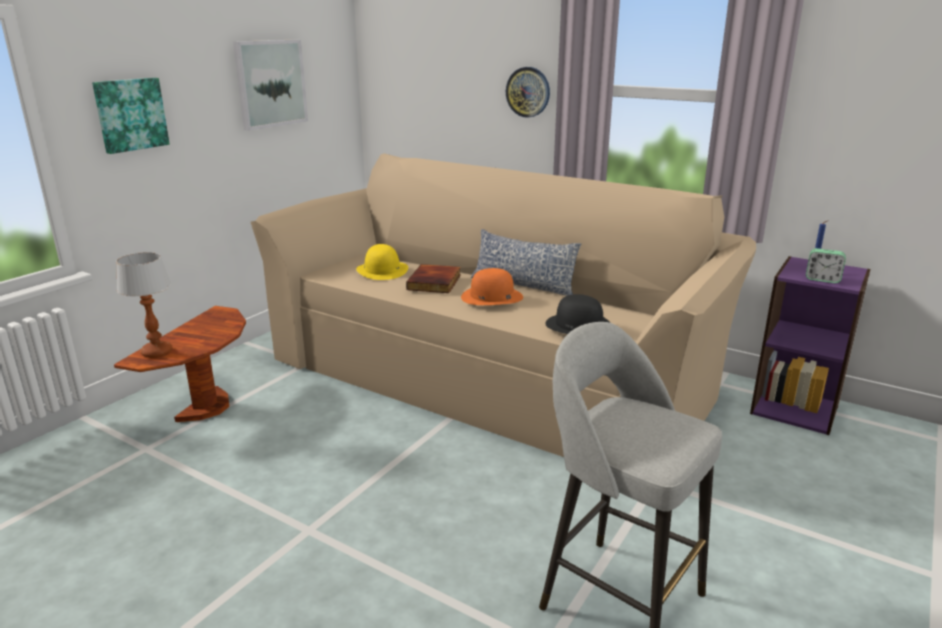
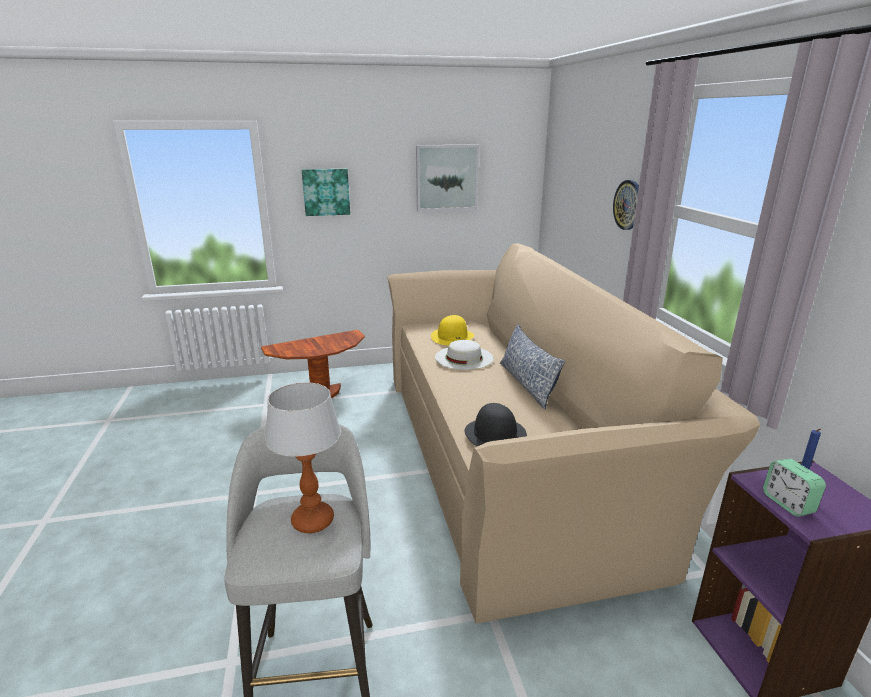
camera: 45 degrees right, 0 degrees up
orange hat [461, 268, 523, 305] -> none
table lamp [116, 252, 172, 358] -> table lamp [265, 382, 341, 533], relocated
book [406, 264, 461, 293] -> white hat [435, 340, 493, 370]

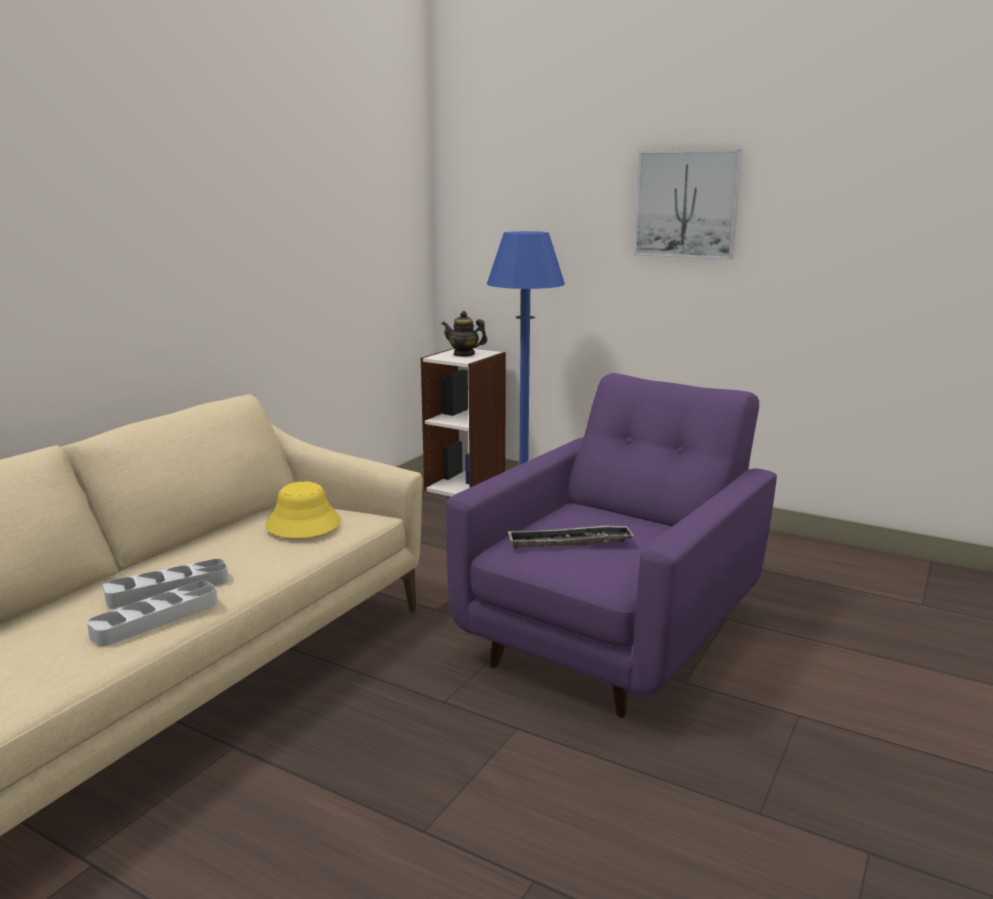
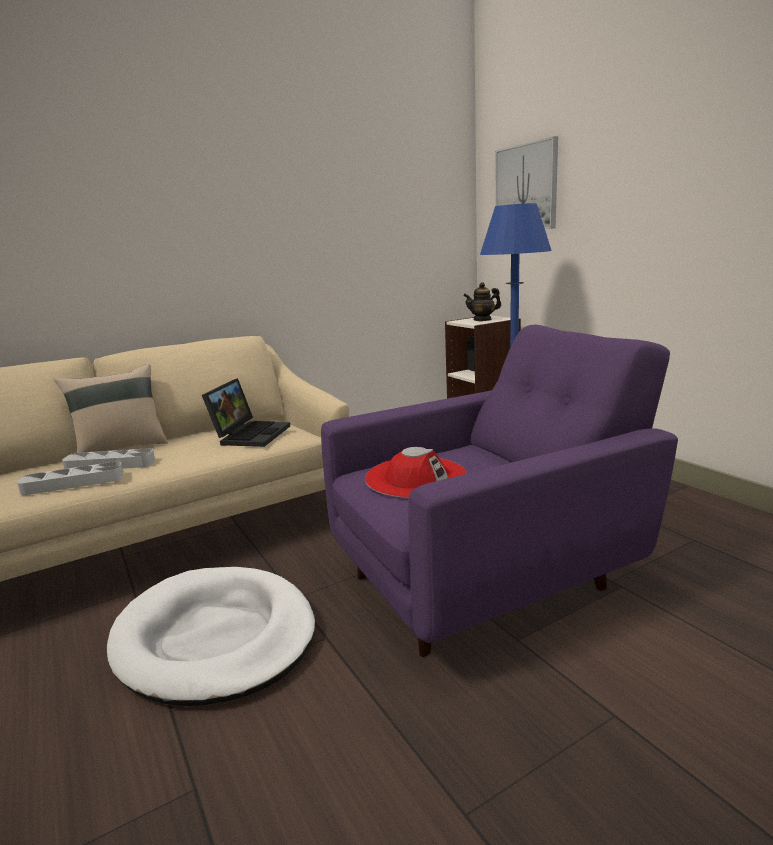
camera: 30 degrees right, 0 degrees up
none -> beige pillow [54, 364, 168, 453]
none -> white dog bed [107, 567, 315, 706]
picture [634, 149, 742, 259] -> picture [495, 136, 558, 229], relocated
yellow hat [265, 481, 341, 538] -> laptop [202, 378, 290, 447]
tray [508, 525, 634, 549] -> red hat [365, 447, 467, 498]
teapot [442, 311, 488, 357] -> teapot [463, 282, 501, 321], 60 degrees counterclockwise

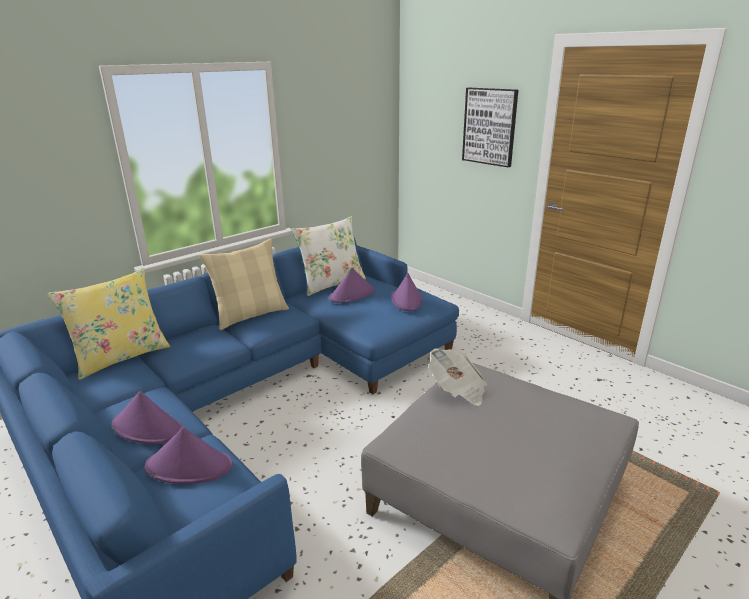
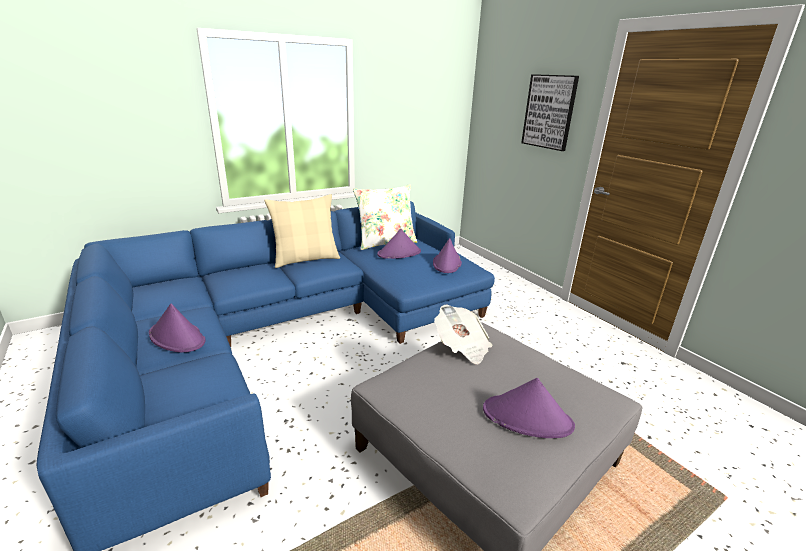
camera: 10 degrees right, 0 degrees up
yellow pillow [48, 268, 170, 380] -> none
purple hat [145, 427, 233, 484] -> purple hat [483, 378, 575, 438], relocated

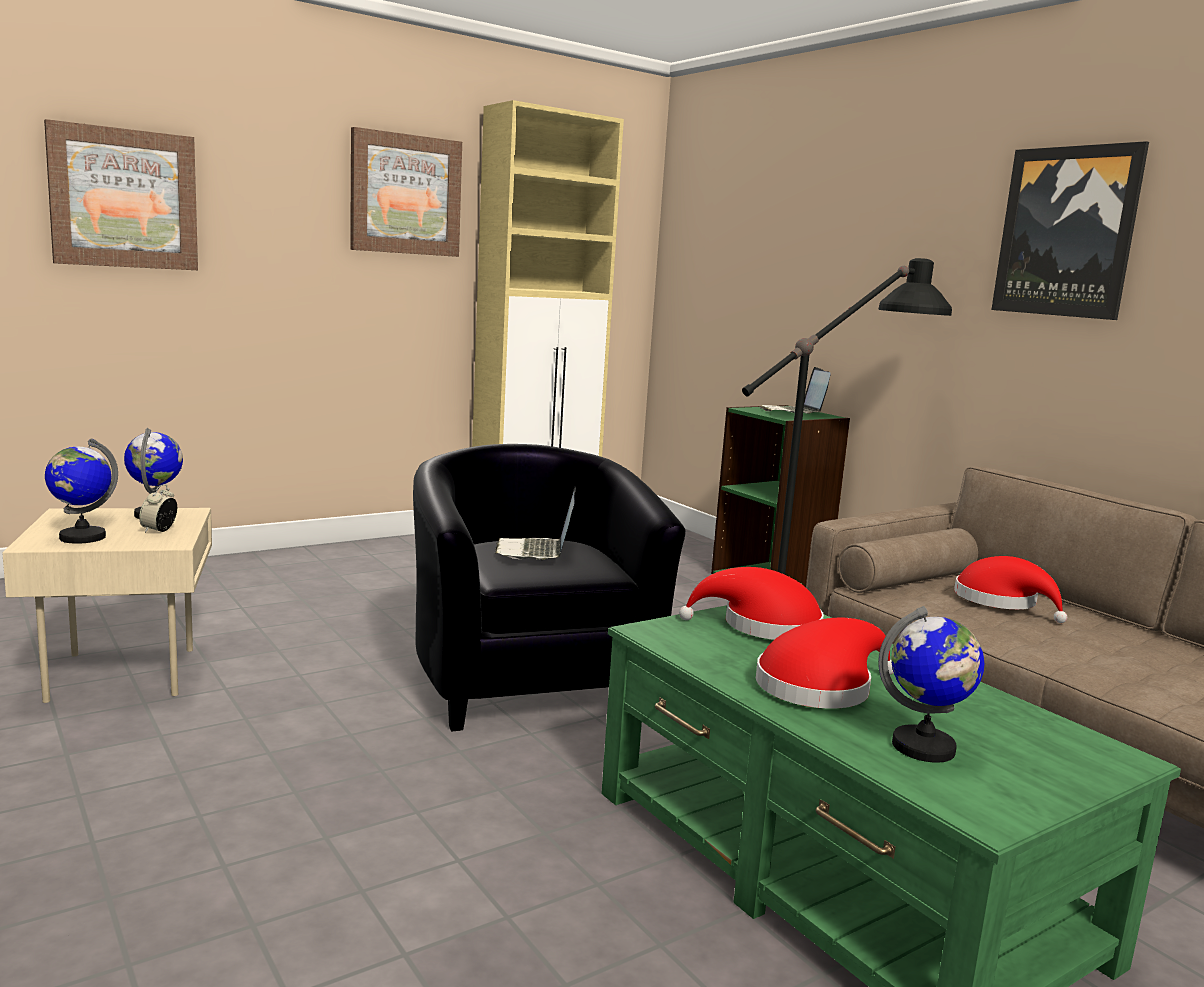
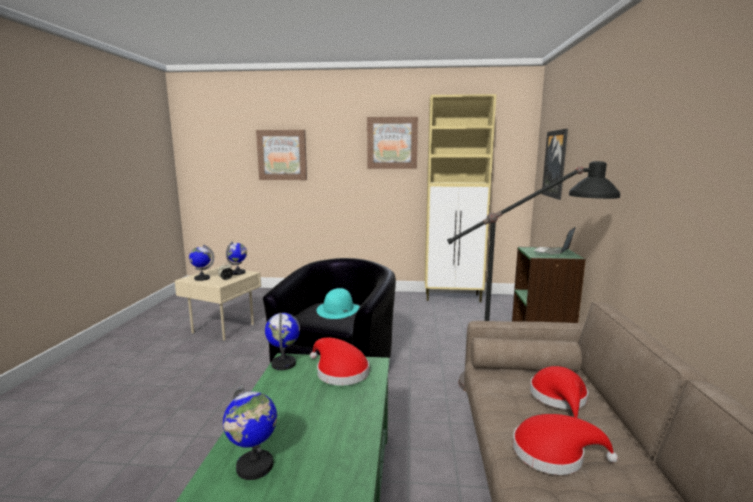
camera: 40 degrees right, 0 degrees up
none -> globe [265, 313, 300, 370]
red hat [756, 618, 894, 709] -> red hat [513, 414, 618, 475], relocated
picture [991, 141, 1149, 320] -> picture [542, 129, 568, 200], relocated
laptop [495, 487, 576, 560] -> turquoise hat [317, 288, 360, 319]

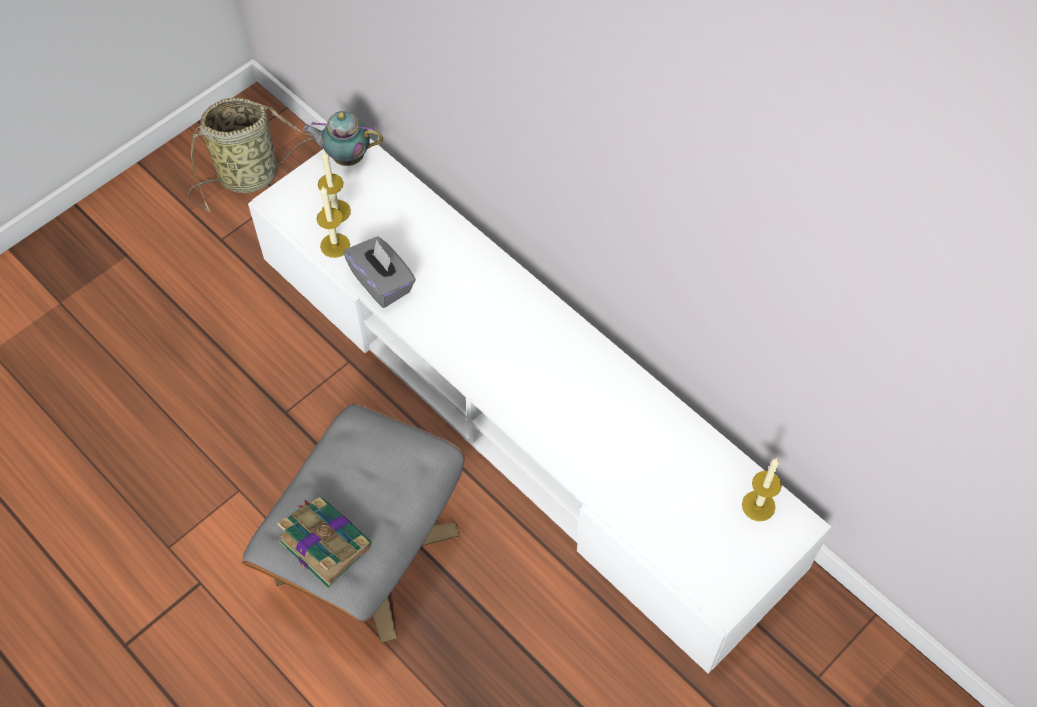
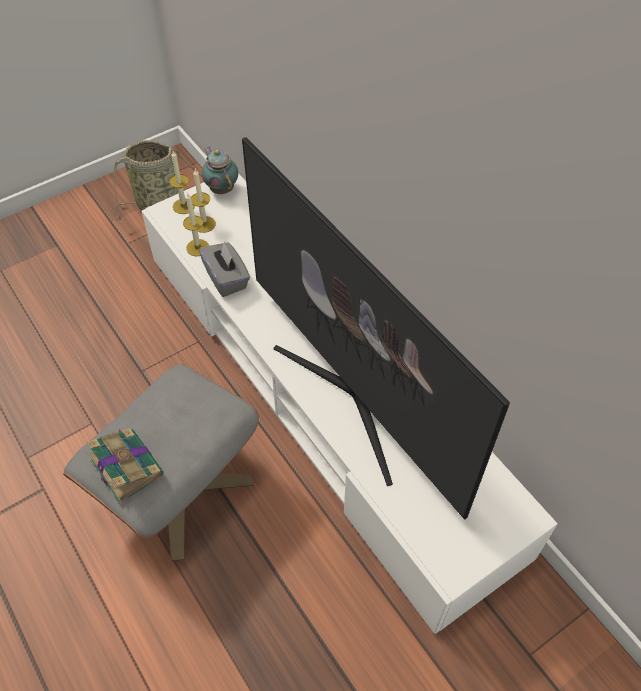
camera: 10 degrees right, 5 degrees down
none -> television [242, 137, 510, 520]
candle [742, 458, 782, 521] -> candle [169, 151, 195, 214], relocated
teapot [303, 111, 383, 166] -> teapot [202, 146, 238, 194], 45 degrees clockwise

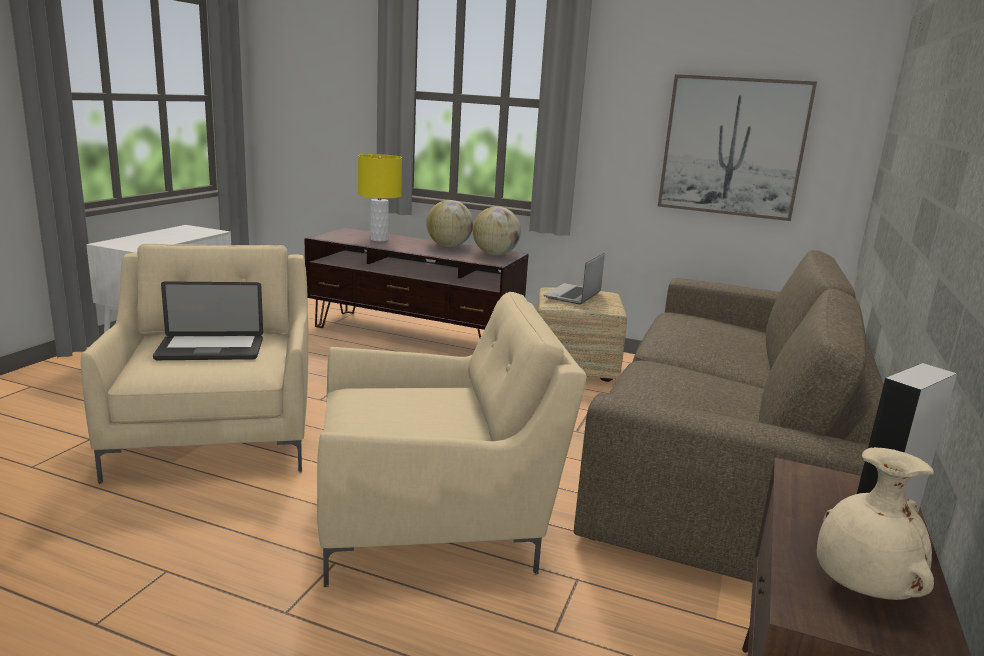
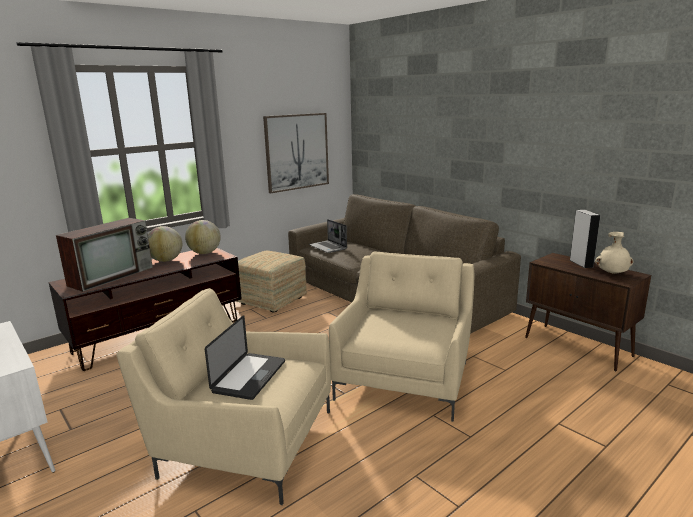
camera: 60 degrees left, 0 degrees up
laptop [544, 253, 605, 305] -> laptop [309, 219, 347, 253], relocated
yellow table lamp [358, 154, 402, 241] -> television [56, 218, 153, 292]

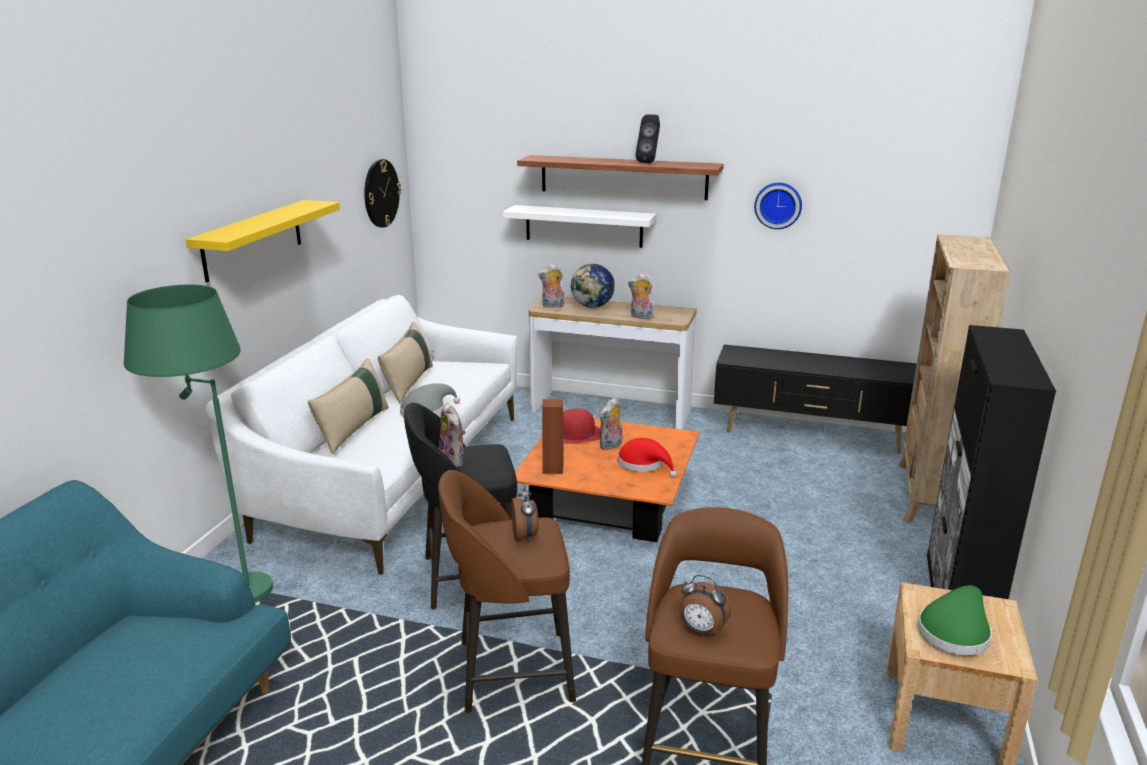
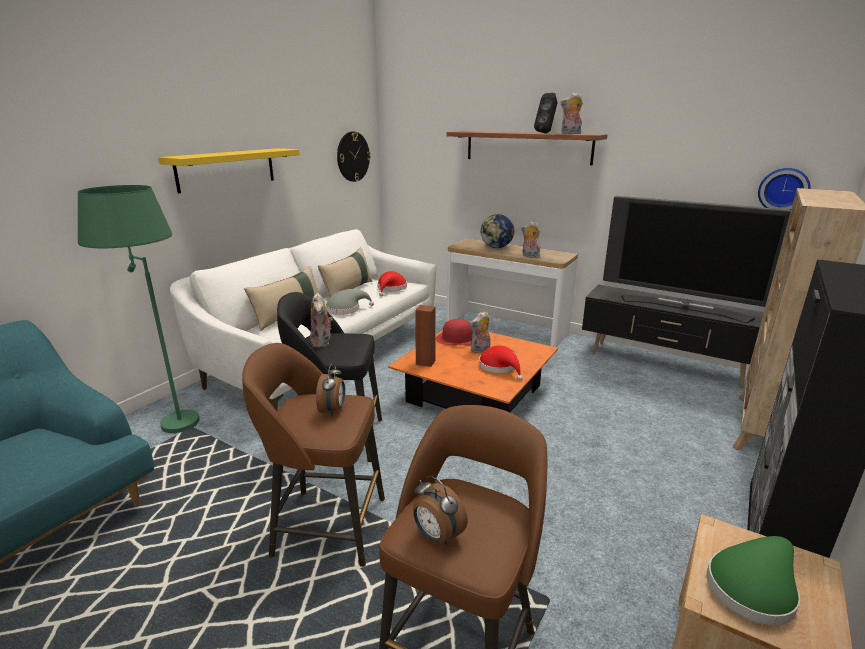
camera: 15 degrees right, 0 degrees up
white shelf [503, 205, 657, 248] -> none
none -> red hat [377, 271, 407, 297]
none -> television [603, 196, 791, 323]
plush toy [538, 264, 564, 308] -> plush toy [560, 92, 583, 134], relocated
wall clock [754, 183, 802, 229] -> wall clock [758, 168, 811, 210], relocated

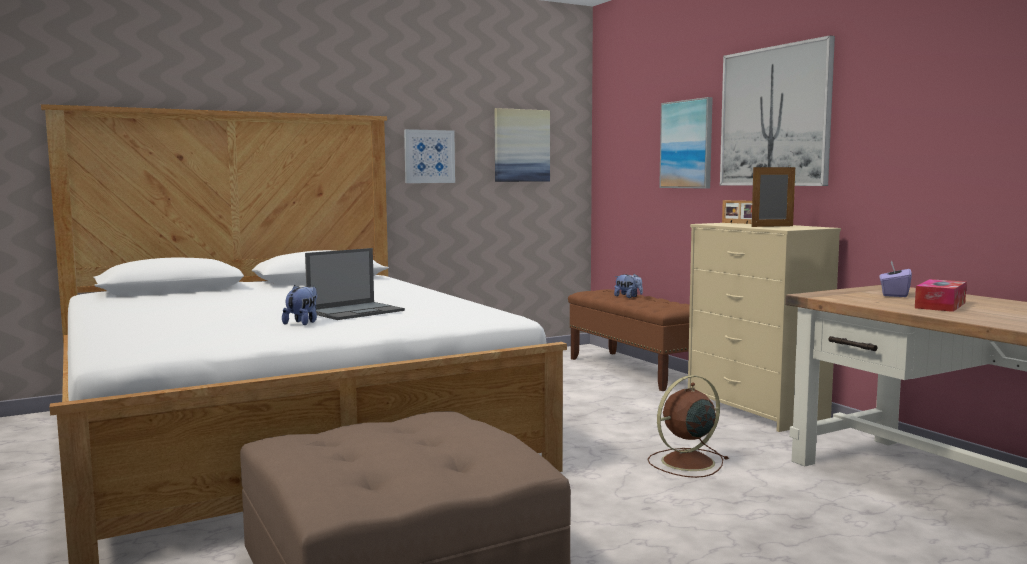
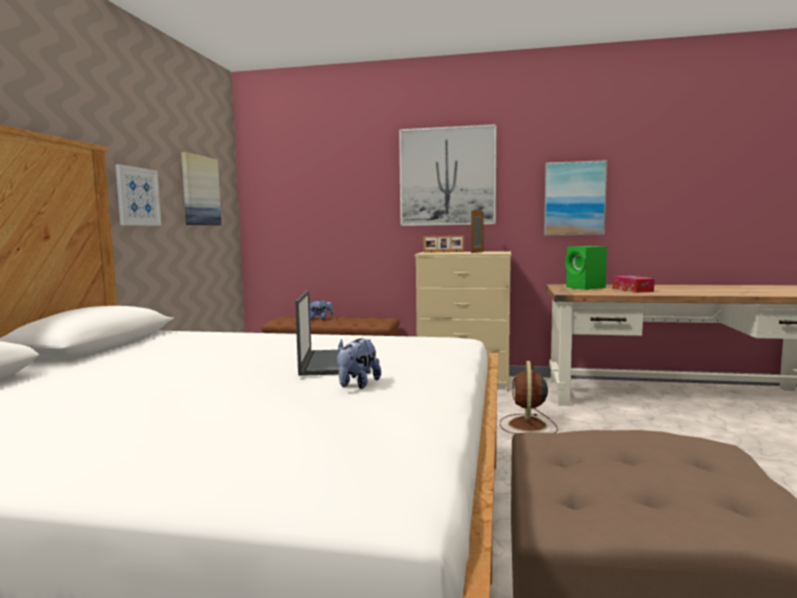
camera: 50 degrees left, 0 degrees up
picture [659, 97, 713, 189] -> picture [544, 160, 607, 236], relocated
purple tissue box [879, 261, 912, 297] -> green speaker [565, 246, 607, 290]
plush toy [282, 285, 317, 325] -> plush toy [337, 338, 381, 389], 120 degrees counterclockwise

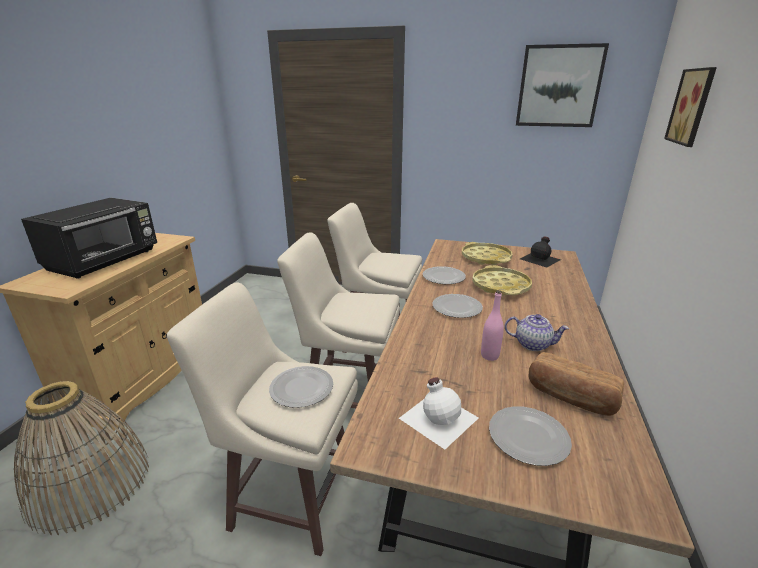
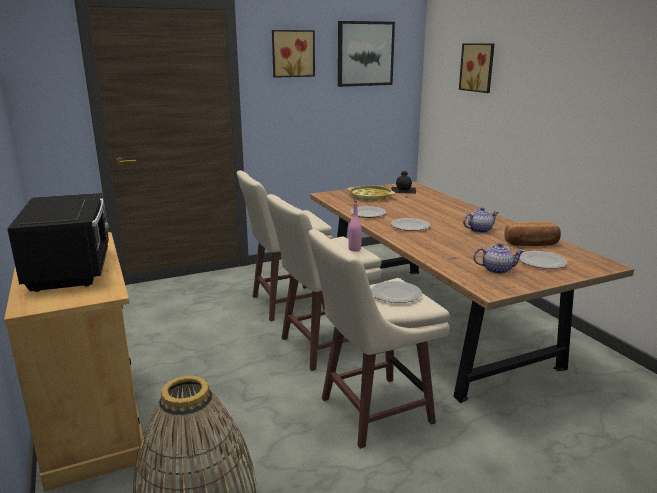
camera: 40 degrees left, 5 degrees down
yellow tray [472, 265, 532, 296] -> none
none -> picture [272, 30, 315, 78]
pink bottle [481, 290, 504, 361] -> pink bottle [348, 201, 362, 251], relocated
white bottle [399, 377, 479, 449] -> teapot [473, 243, 524, 274]

